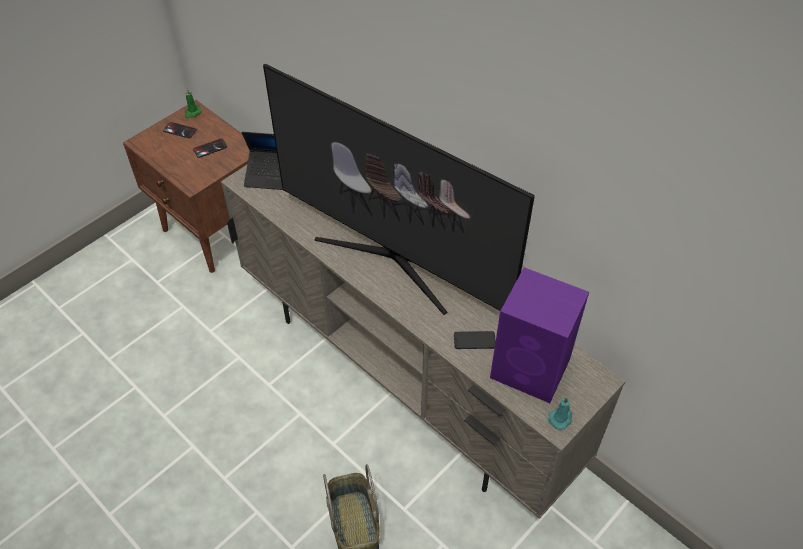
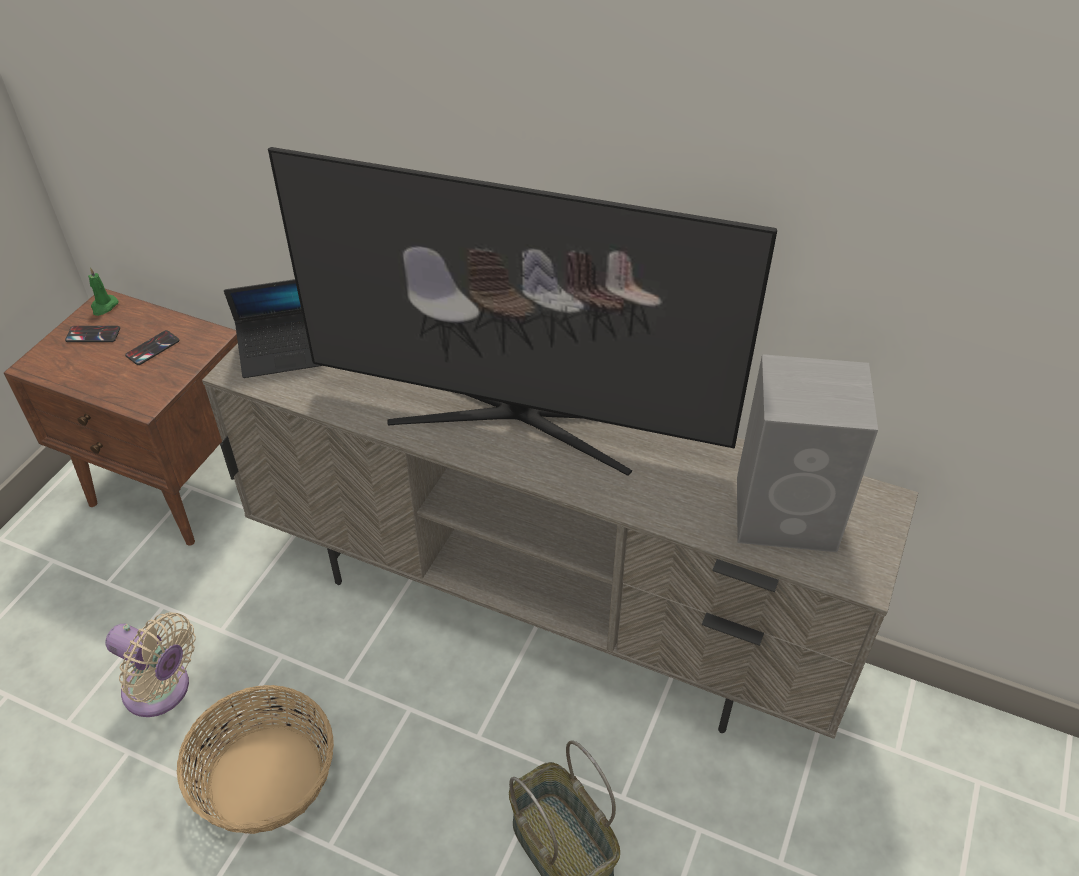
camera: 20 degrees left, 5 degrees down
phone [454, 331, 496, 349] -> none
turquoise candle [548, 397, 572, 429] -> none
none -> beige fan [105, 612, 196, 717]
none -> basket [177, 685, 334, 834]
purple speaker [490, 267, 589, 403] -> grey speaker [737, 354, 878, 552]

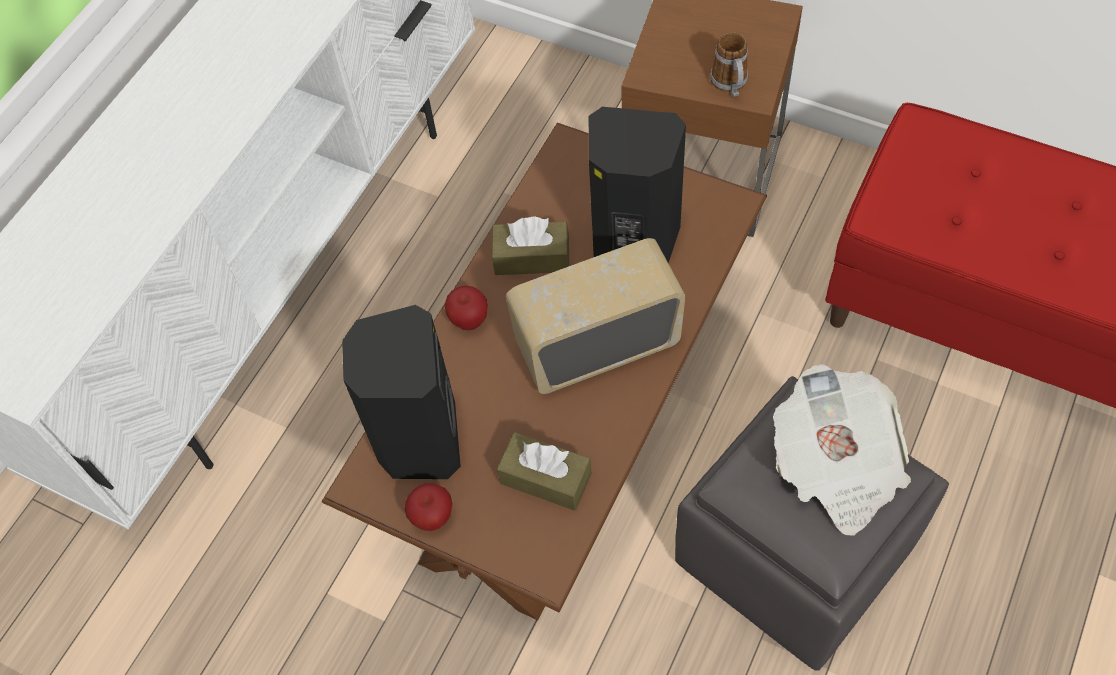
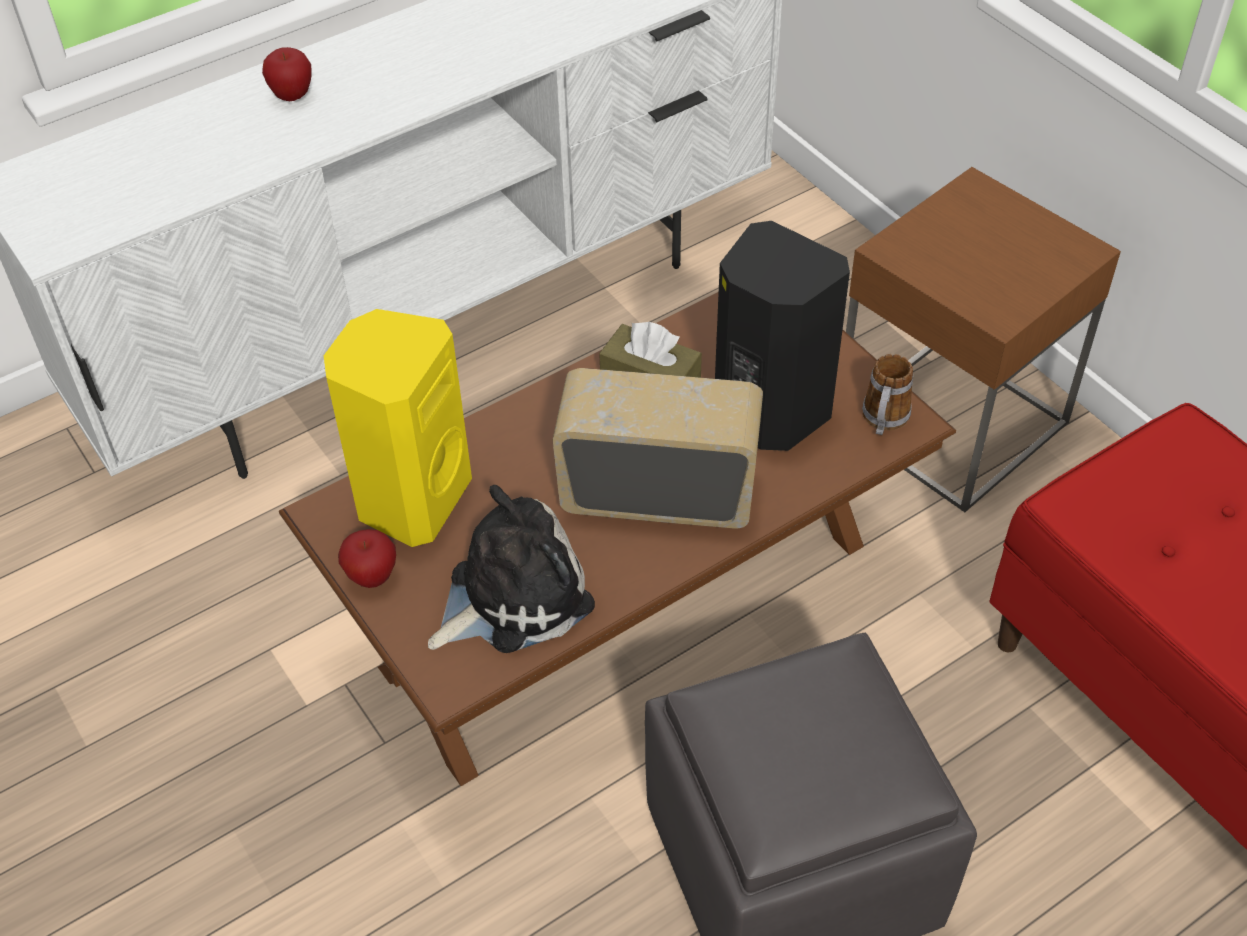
camera: 25 degrees right, 10 degrees down
newspaper [773, 364, 911, 536] -> none
apple [445, 286, 488, 330] -> apple [262, 47, 312, 101], relocated
mug [710, 32, 748, 97] -> mug [862, 354, 913, 435], relocated
brown tissue box [497, 432, 592, 511] -> plush toy [428, 485, 595, 653]
black speaker [342, 305, 461, 479] -> yellow speaker [324, 309, 472, 547]

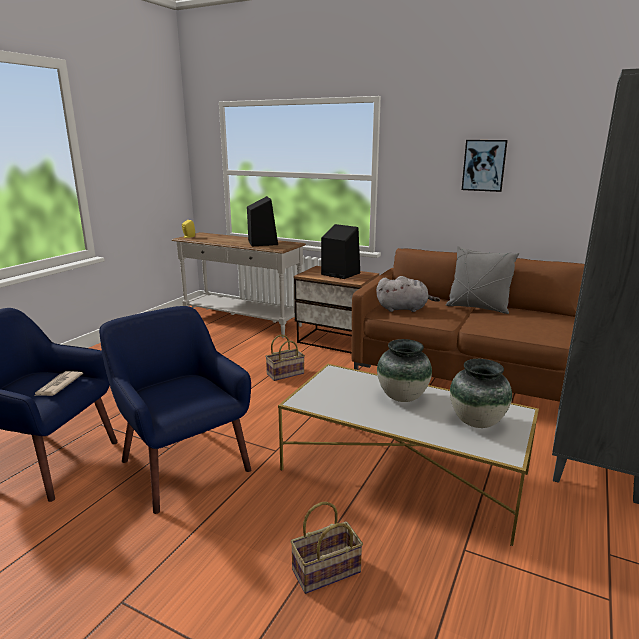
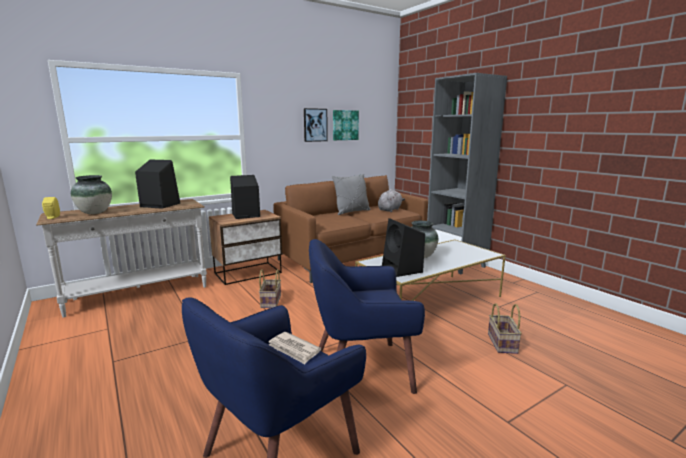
camera: 60 degrees left, 5 degrees down
none -> picture [333, 110, 359, 140]
none -> black speaker [382, 218, 425, 277]
grey plush toy [376, 276, 440, 312] -> grey plush toy [378, 189, 405, 212], relocated
vase [450, 359, 512, 428] -> vase [71, 175, 112, 214], relocated

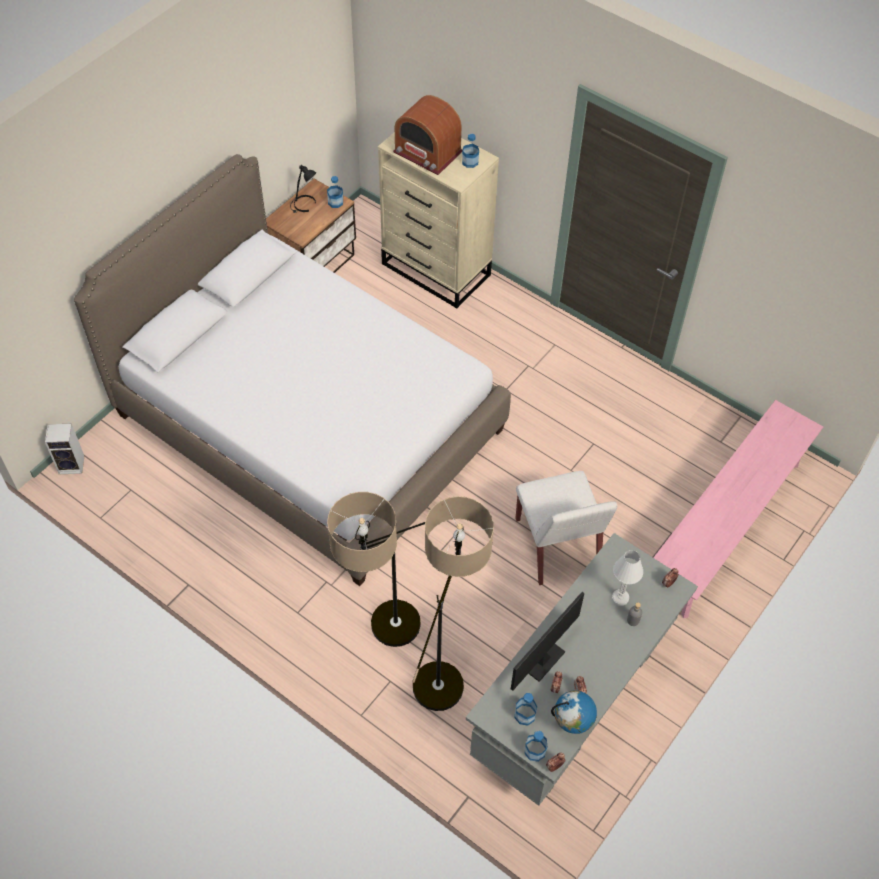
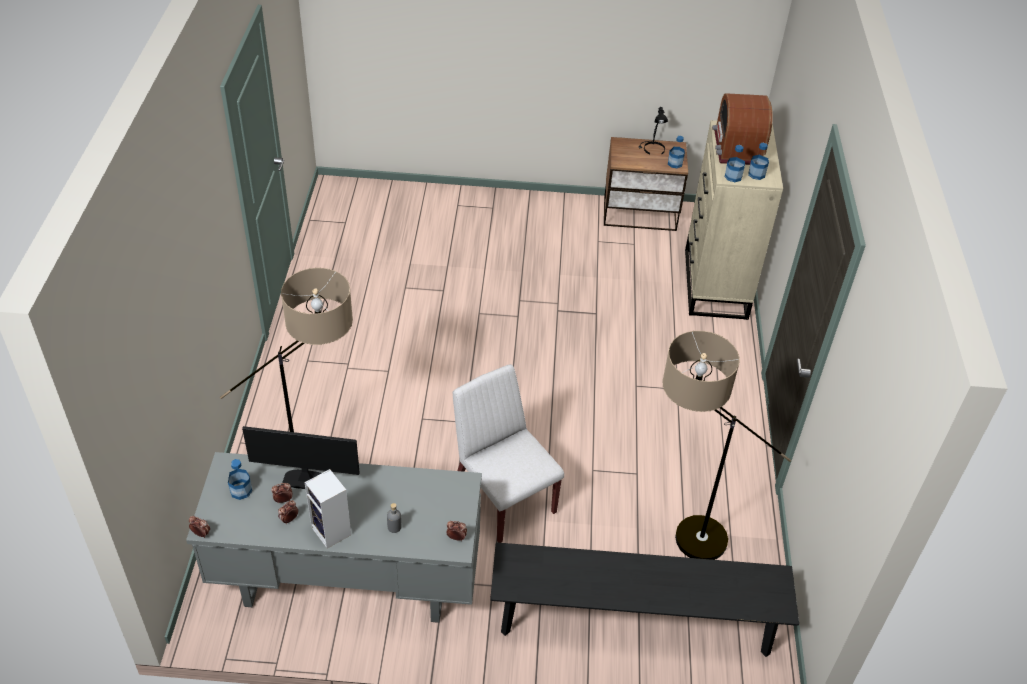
camera: 55 degrees right, 10 degrees down
bed [74, 154, 511, 586] -> none
globe [551, 690, 597, 734] -> none
white table lamp [612, 550, 643, 606] -> none
speaker [45, 424, 84, 475] -> speaker [304, 469, 351, 548], relocated
floor lamp [327, 492, 425, 647] -> floor lamp [662, 331, 791, 560], relocated
bottle [524, 731, 547, 762] -> bottle [725, 145, 745, 182], relocated
pink bench [653, 400, 823, 618] -> black bench [490, 542, 799, 657]
white chair [515, 471, 617, 585] -> white chair [453, 364, 564, 543], 105 degrees clockwise

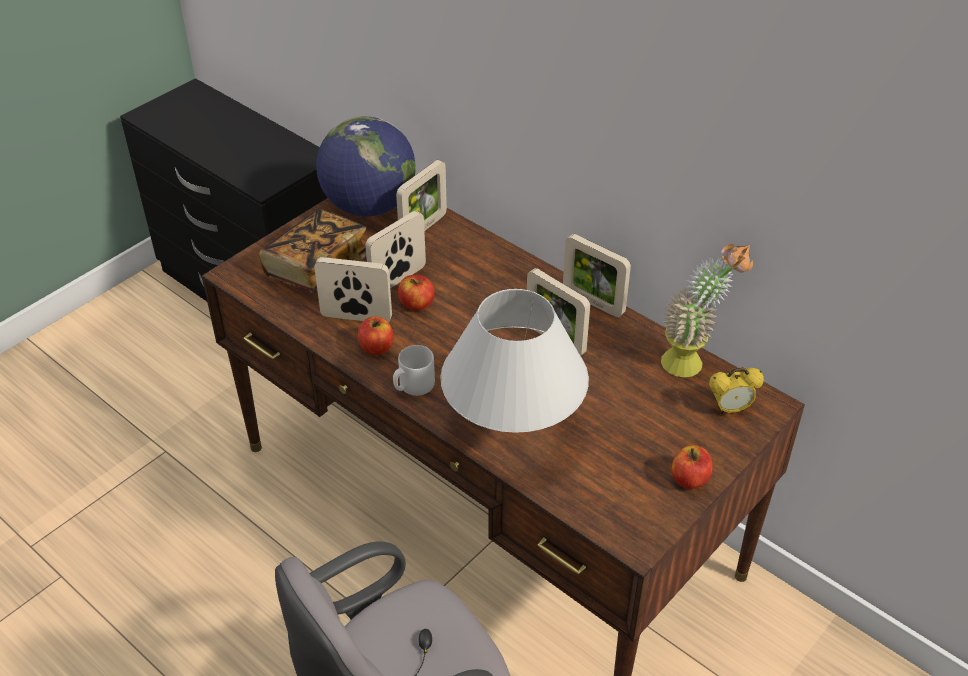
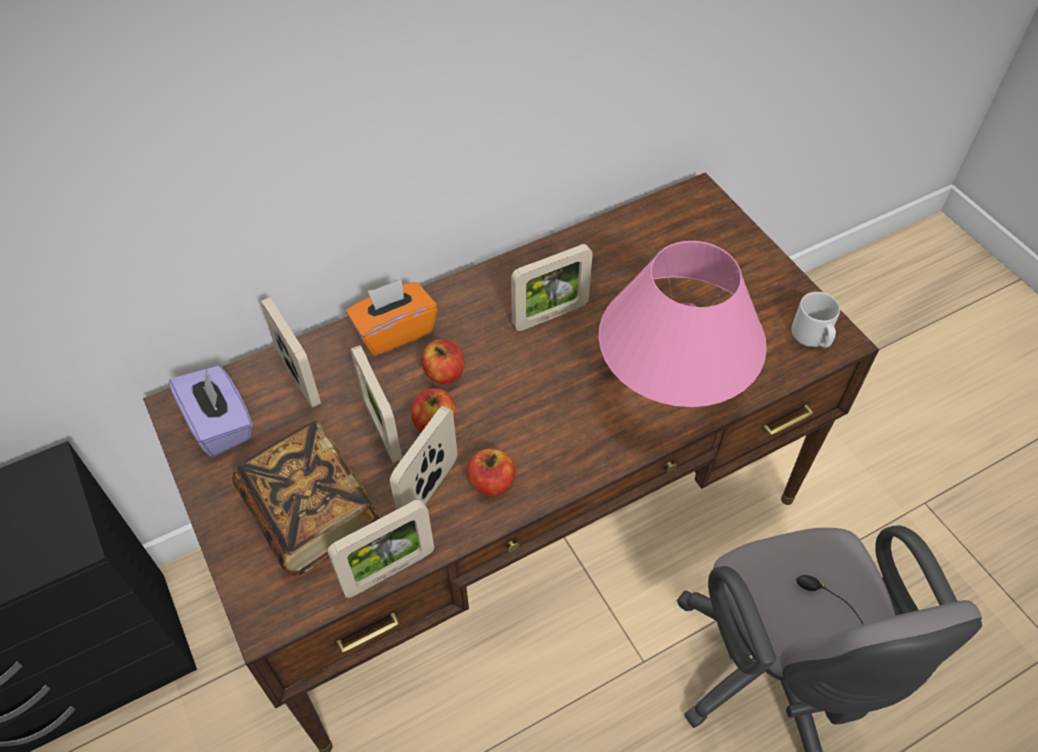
camera: 70 degrees left, 10 degrees up
potted plant [661, 244, 753, 377] -> none
alarm clock [709, 367, 764, 414] -> none
none -> orange tissue box [346, 280, 437, 356]
grey mug [393, 345, 435, 396] -> grey mug [791, 292, 840, 348], relocated
picture frame [563, 234, 631, 318] -> picture frame [327, 499, 434, 598], relocated
apple [672, 445, 713, 489] -> apple [422, 339, 464, 384], relocated
globe [316, 116, 416, 217] -> purple tissue box [169, 366, 253, 457]
white table lamp [440, 289, 589, 433] -> pink table lamp [599, 241, 767, 407]

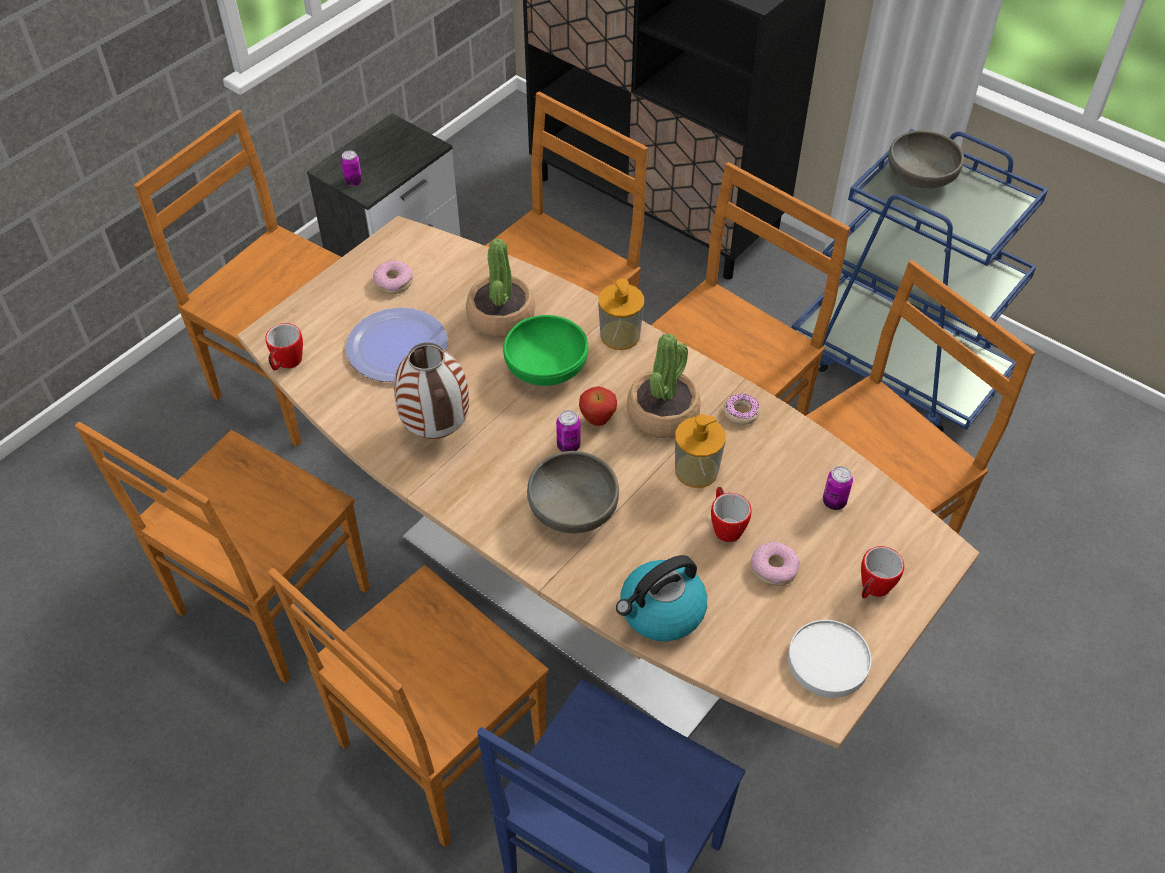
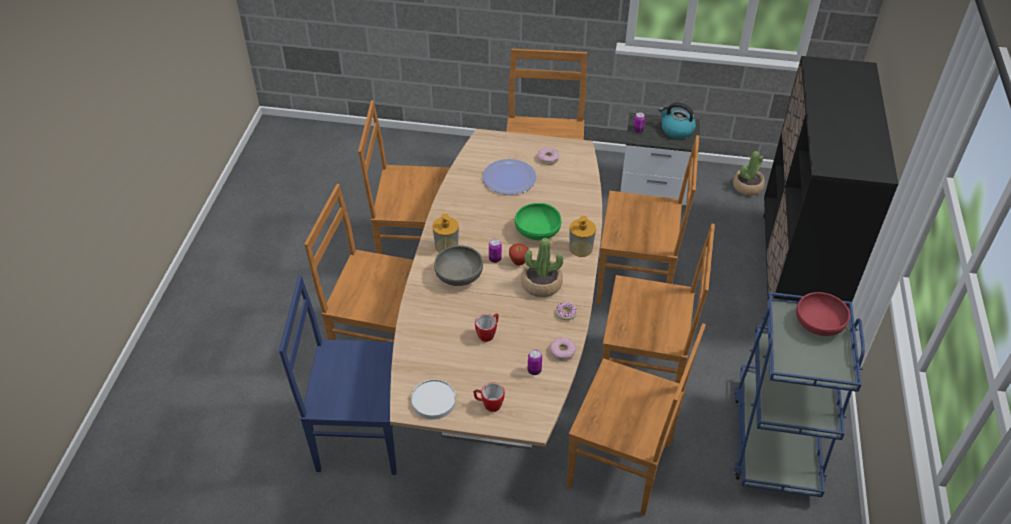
camera: 60 degrees right, 5 degrees down
mug [265, 323, 303, 371] -> none
vase [394, 342, 469, 439] -> none
potted plant [466, 238, 535, 338] -> potted plant [733, 151, 765, 196], relocated
kettle [616, 555, 707, 642] -> kettle [659, 102, 696, 139], relocated
soap dispenser [675, 414, 726, 488] -> soap dispenser [432, 214, 459, 253], relocated
donut [751, 542, 800, 586] -> donut [550, 337, 576, 361], relocated
grey bowl [888, 130, 964, 188] -> red bowl [796, 292, 850, 336]

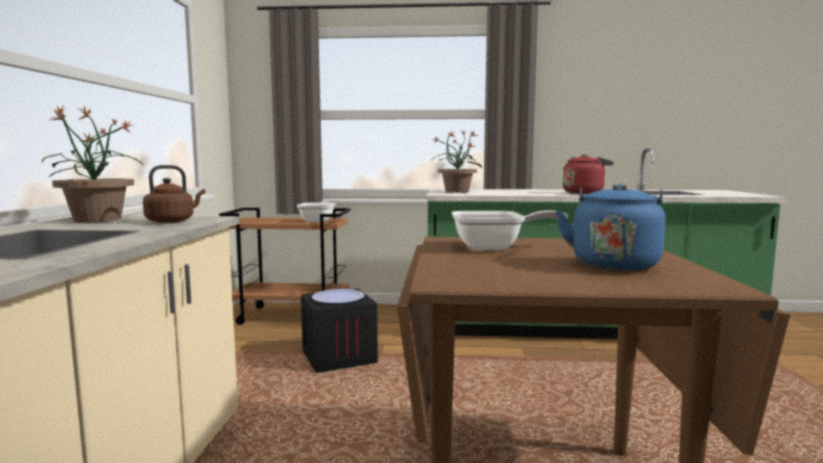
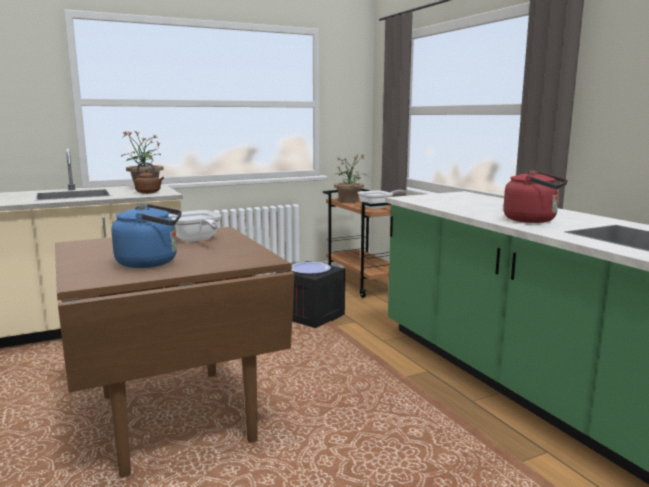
camera: 60 degrees right, 5 degrees up
potted plant [431, 131, 482, 193] -> potted plant [334, 154, 369, 203], relocated

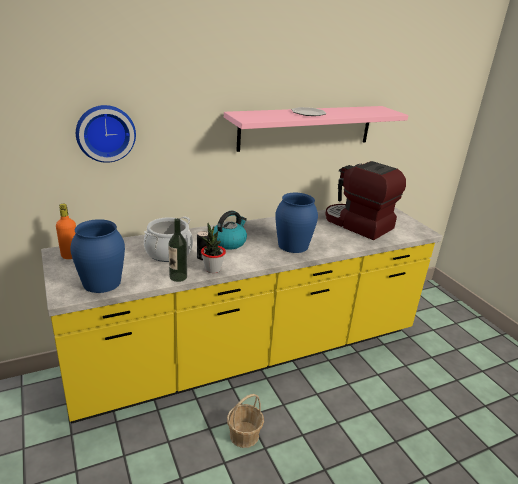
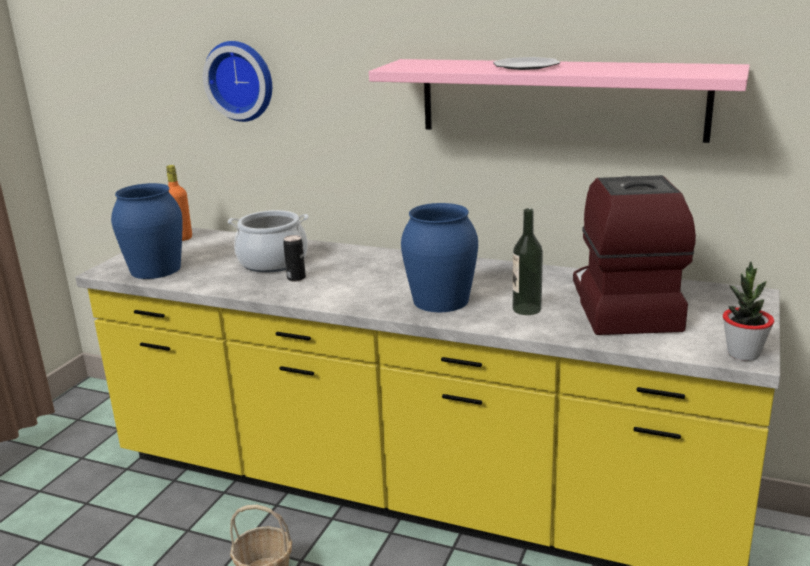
camera: 50 degrees right, 5 degrees down
kettle [213, 211, 247, 250] -> none
bottle [168, 218, 187, 282] -> bottle [513, 208, 543, 315], relocated
potted plant [201, 223, 226, 273] -> potted plant [723, 261, 774, 361], relocated

